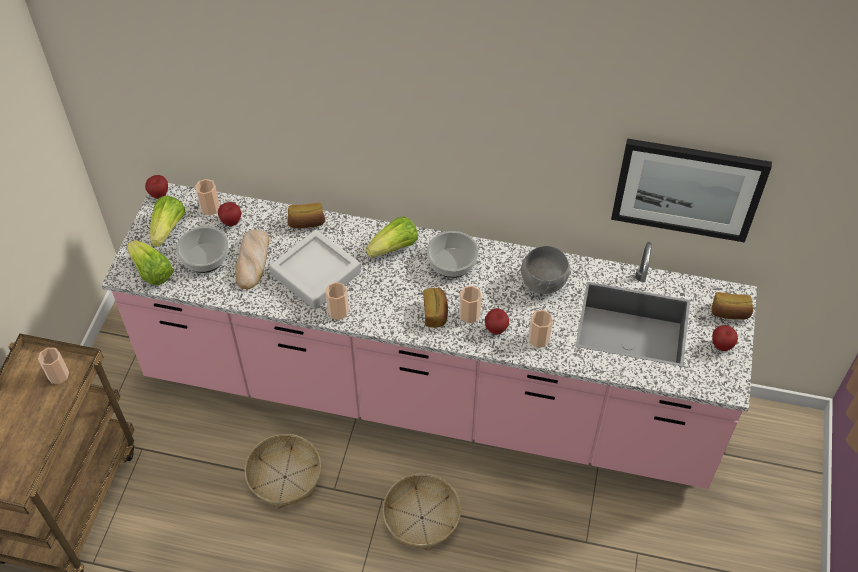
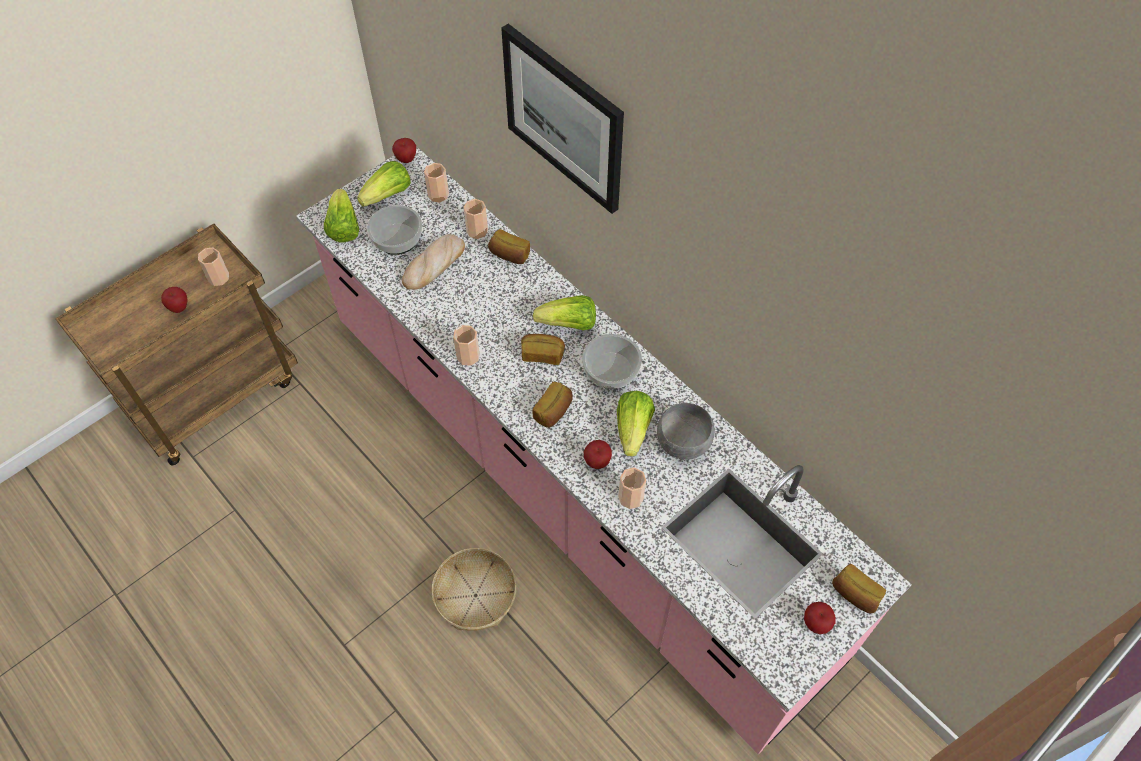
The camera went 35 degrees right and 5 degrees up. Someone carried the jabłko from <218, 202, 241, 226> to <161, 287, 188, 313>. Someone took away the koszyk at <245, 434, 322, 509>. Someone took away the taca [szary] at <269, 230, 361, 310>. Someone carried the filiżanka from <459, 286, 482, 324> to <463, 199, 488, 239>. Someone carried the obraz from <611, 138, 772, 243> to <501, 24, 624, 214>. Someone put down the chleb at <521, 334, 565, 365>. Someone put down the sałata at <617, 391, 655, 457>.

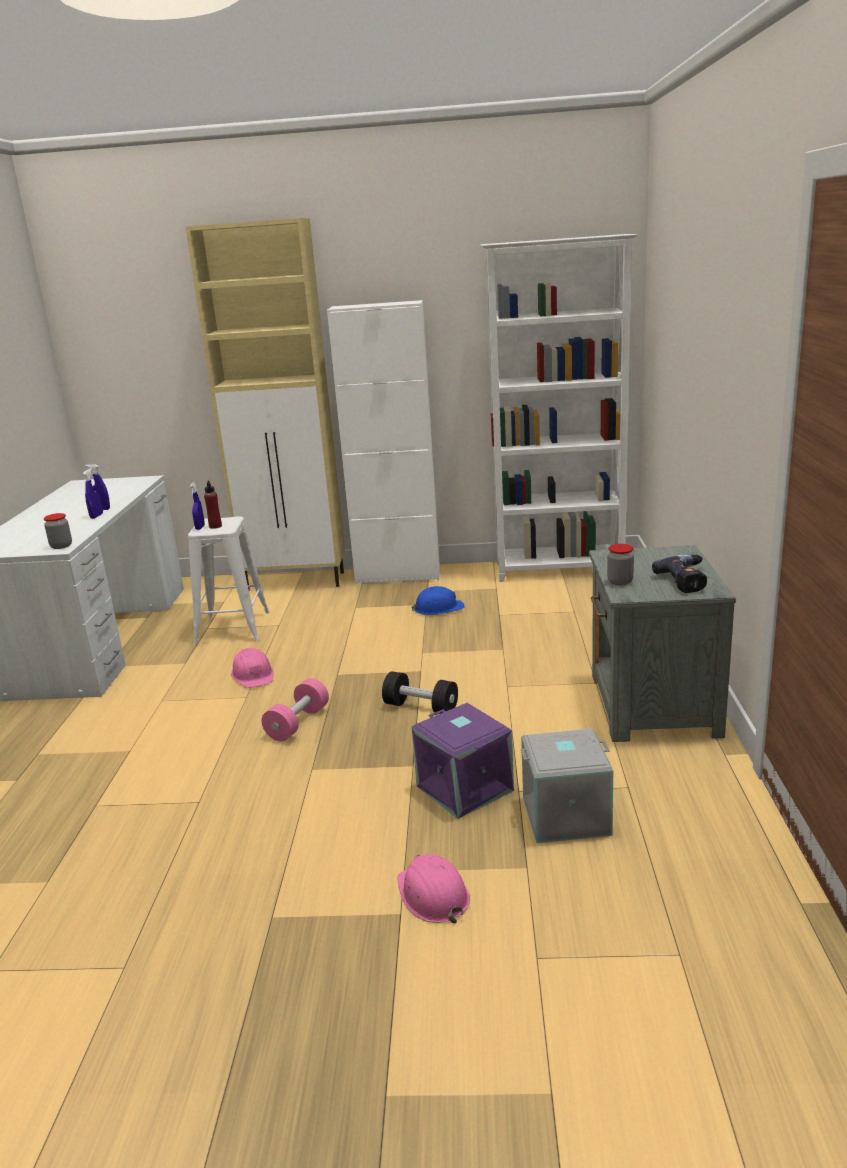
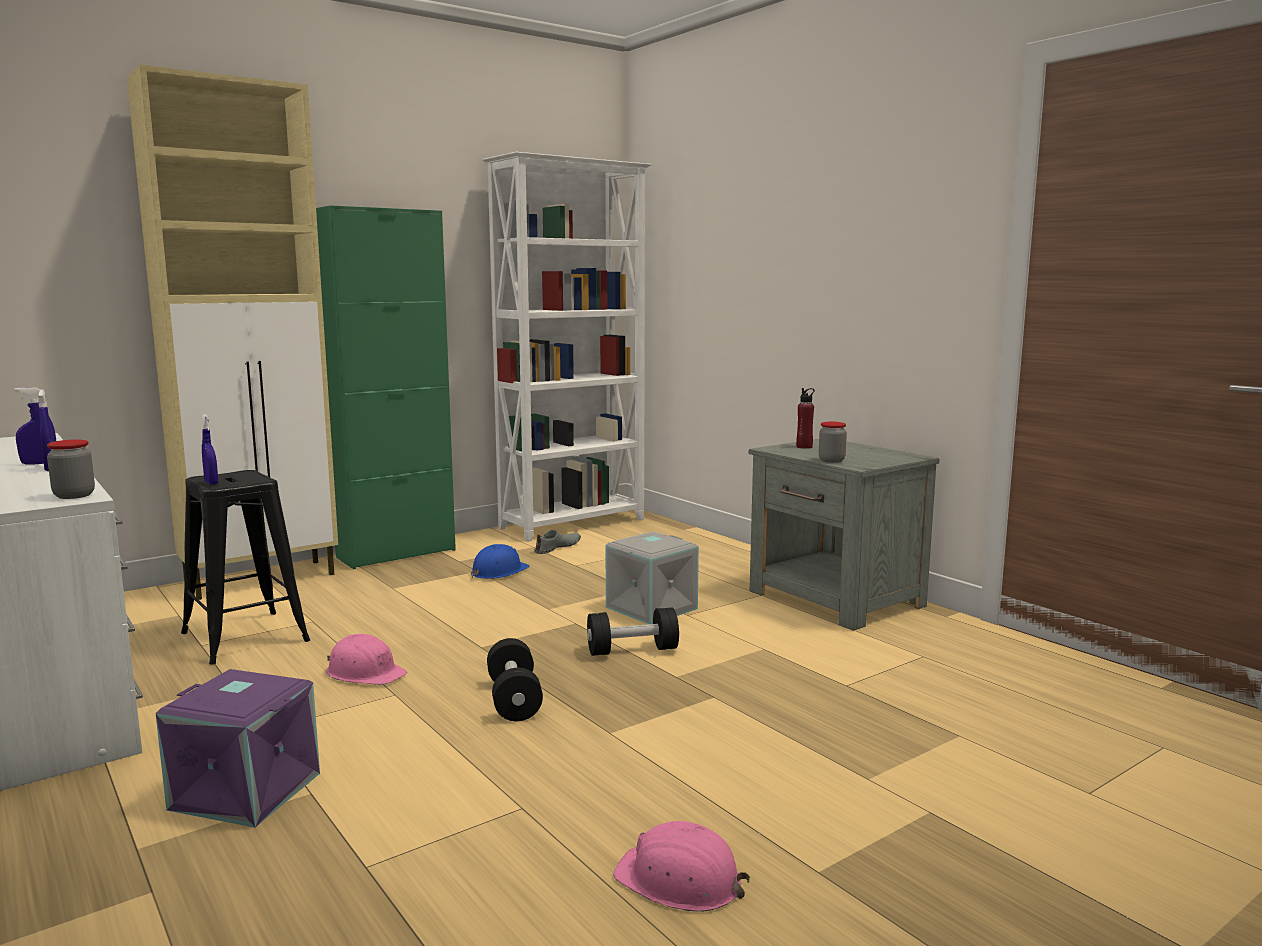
The camera went 40 degrees left and 10 degrees down. Someone repainted the stołek [biały] at <188, 516, 270, 645>, which became the stołek [czarny] at <181, 470, 310, 665>. Someone carried the butelka [czerwony] from <204, 480, 222, 529> to <796, 388, 815, 449>. Someone repainted the hantel [różowy] at <262, 678, 329, 741>, which became the hantel [czarny] at <487, 638, 543, 721>. Someone repainted the szafka [biały] at <327, 300, 440, 584>, which became the szafka [zielony] at <316, 205, 456, 569>. Someone carried the kask [różowy] from <397, 854, 470, 923> to <613, 821, 750, 912>. Someone carried the pojemnik do przechowywania [fioletowy] from <412, 703, 514, 819> to <156, 669, 320, 828>. Someone carried the pojemnik do przechowywania [szary] from <521, 729, 613, 843> to <605, 531, 699, 624>. Someone took away the wiertarka at <652, 555, 707, 593>. Someone put down the but [szary] at <534, 530, 581, 554>.

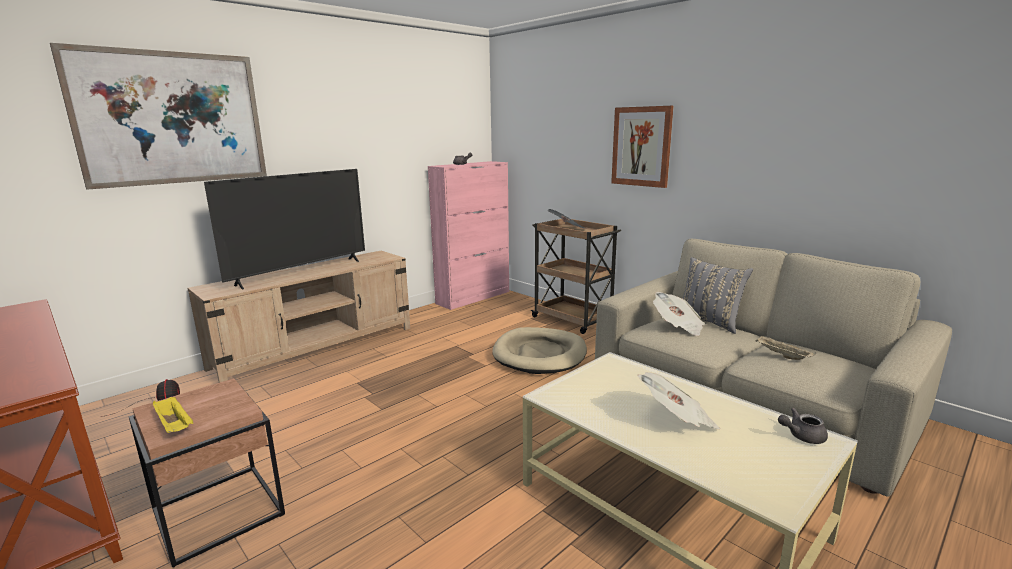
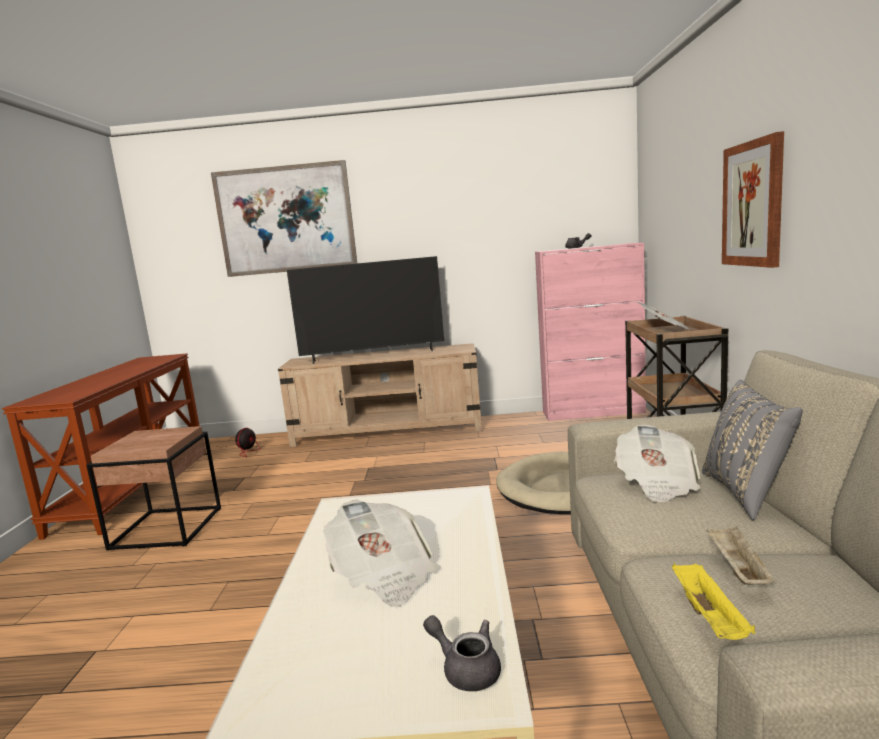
The camera went 45 degrees right and 5 degrees down. Someone carried the taca [żółty] from <153, 397, 193, 433> to <672, 563, 755, 640>.

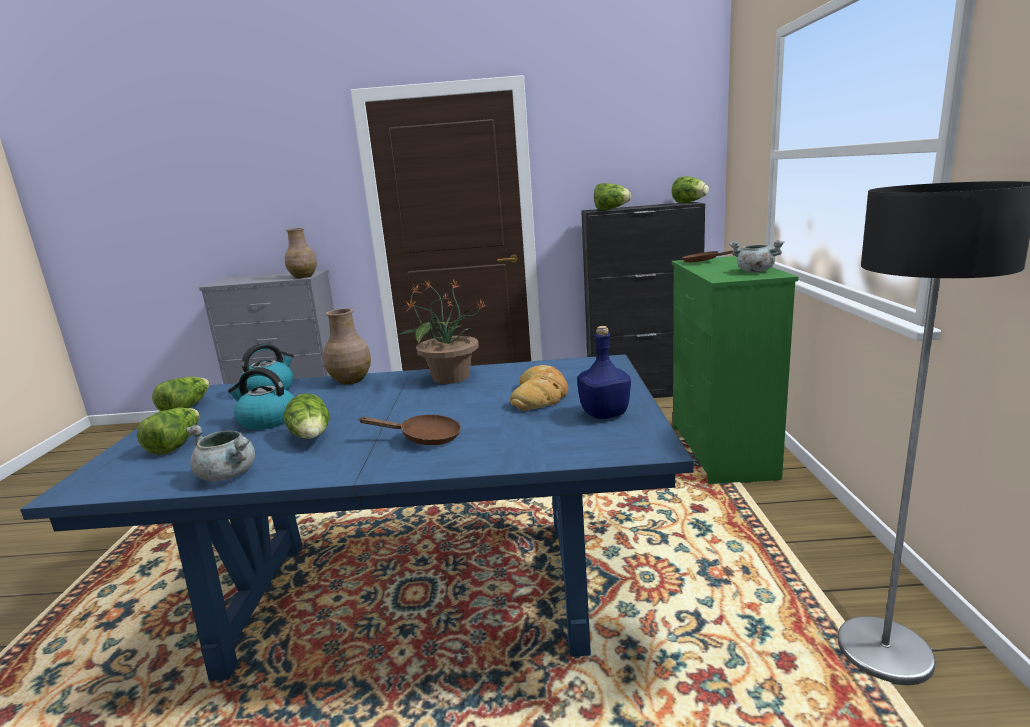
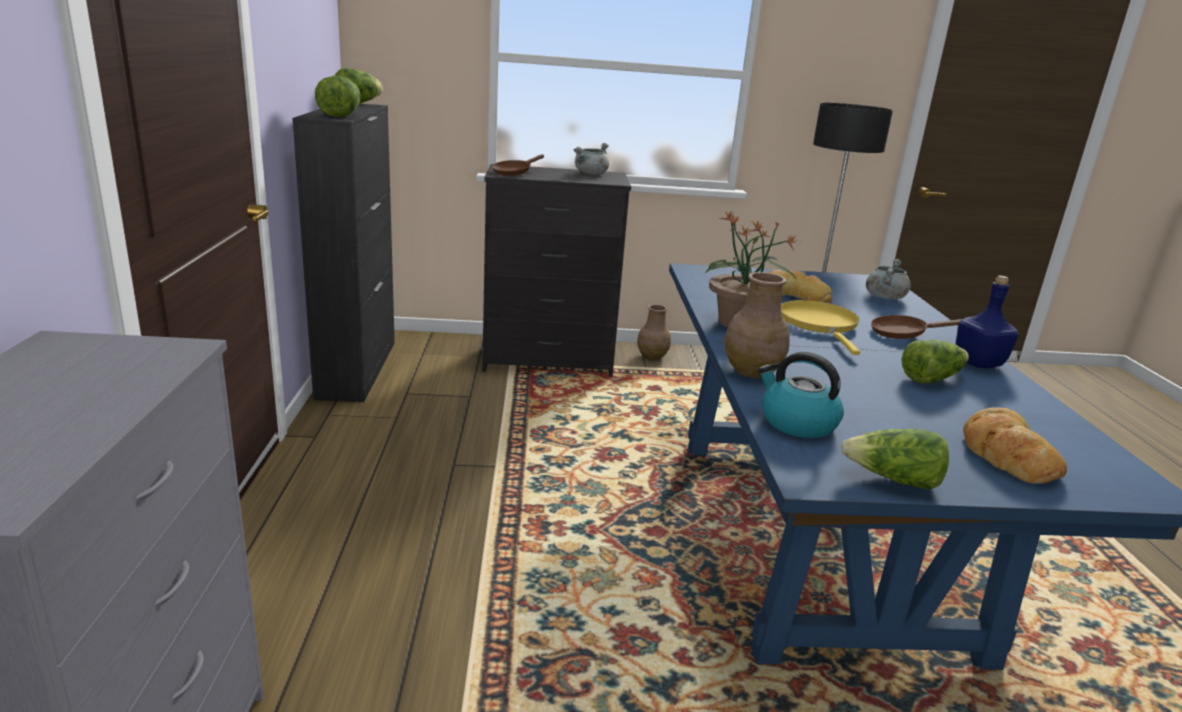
The camera went 95 degrees left and 5 degrees up. Someone swapped the sałata at <137, 408, 199, 455> for the chleb at <963, 407, 1067, 483>. Someone carried the garnek [szary] from <186, 425, 255, 481> to <866, 259, 911, 299>. Someone took away the czajnik at <228, 368, 294, 430>. Someone carried the wazon [brązowy] from <285, 228, 317, 278> to <637, 304, 671, 360>. Someone rotated the patelnia [brązowy] at <359, 415, 461, 445> by 90 degrees counterclockwise. Someone carried the butelka [niebieski] from <577, 326, 631, 419> to <956, 275, 1019, 368>. Someone repainted the komoda [zielony] at <672, 256, 799, 484>, which became the komoda [czarny] at <482, 164, 631, 377>. Someone put down the patelnia [żółty] at <781, 300, 860, 355>.

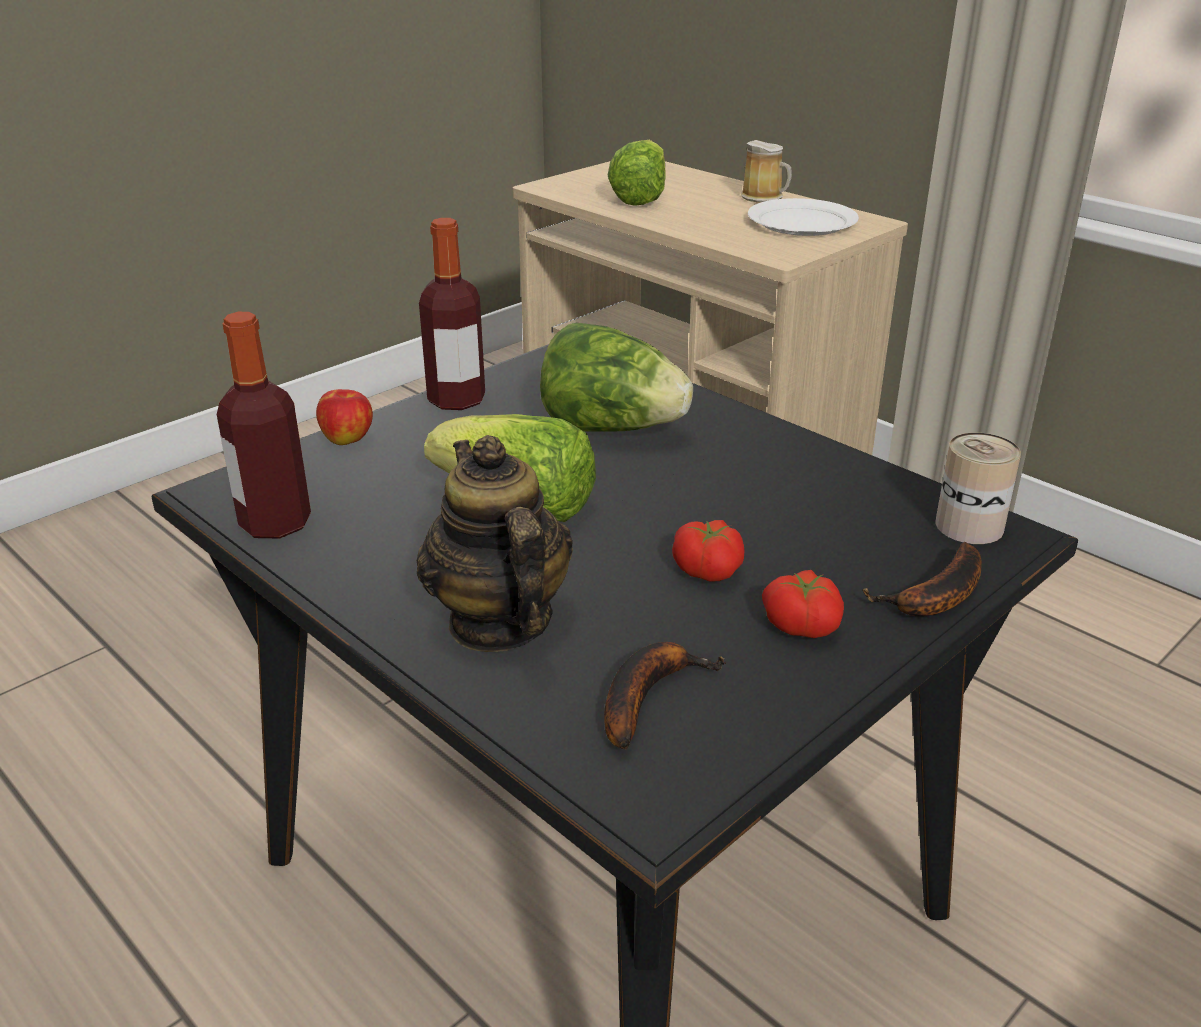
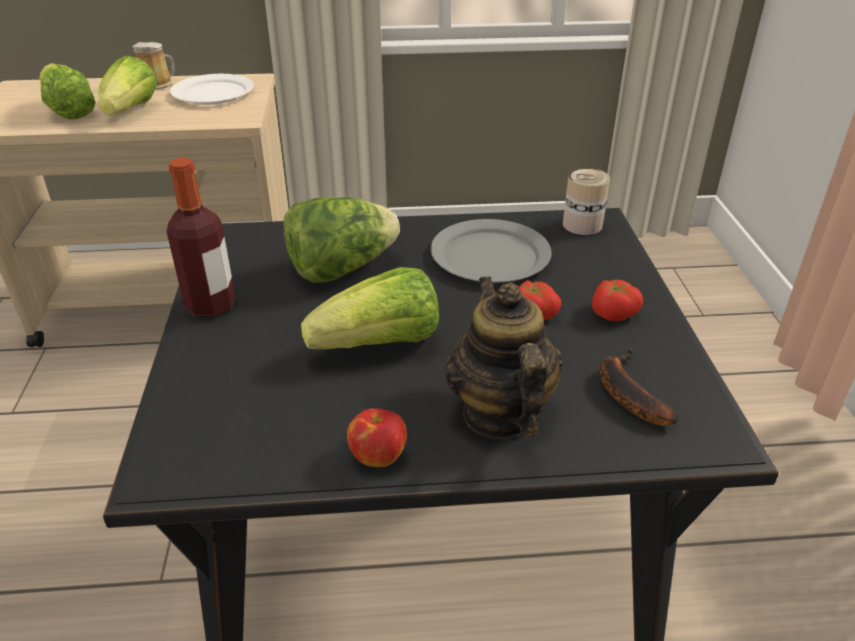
The camera went 50 degrees left and 5 degrees up. Someone took away the butelka at <217, 312, 311, 539>. Someone carried the jabłko from <316, 389, 373, 445> to <347, 408, 407, 467>. Someone rotated the imbryk at <417, 435, 573, 652> by 60 degrees clockwise. Someone took away the banan at <863, 542, 982, 616>. Someone put down the sałata at <98, 56, 157, 115>. Someone put down the talerz [szary] at <431, 219, 552, 283>.

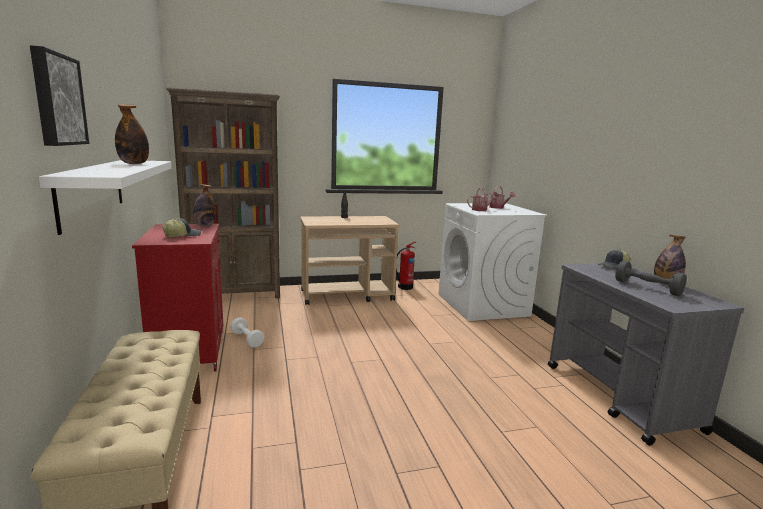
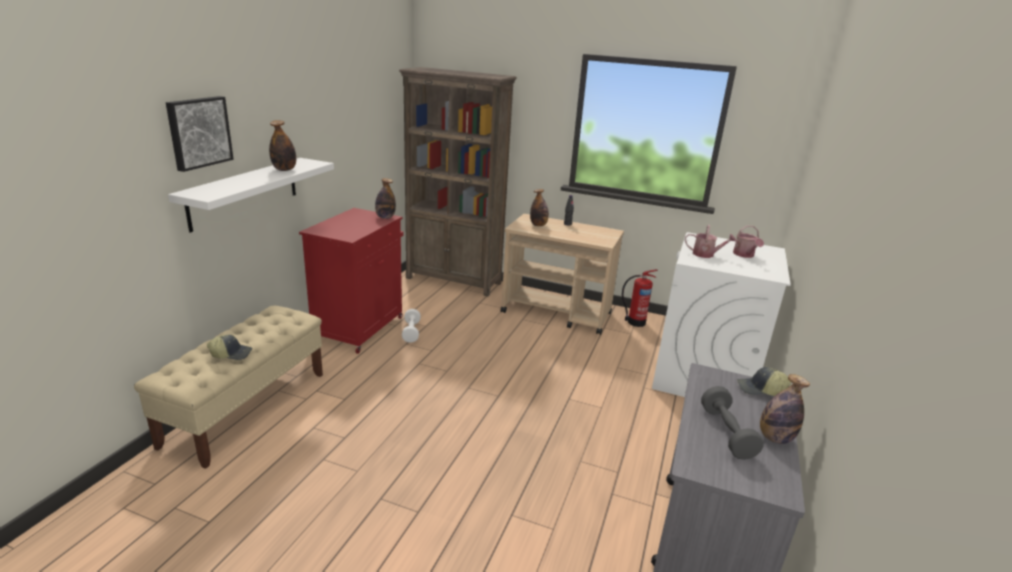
The camera went 35 degrees right and 10 degrees up. Someone carried the czapka z daszkiem from <162, 218, 201, 237> to <207, 334, 252, 360>. Someone put down the butelka at <530, 189, 549, 226>.

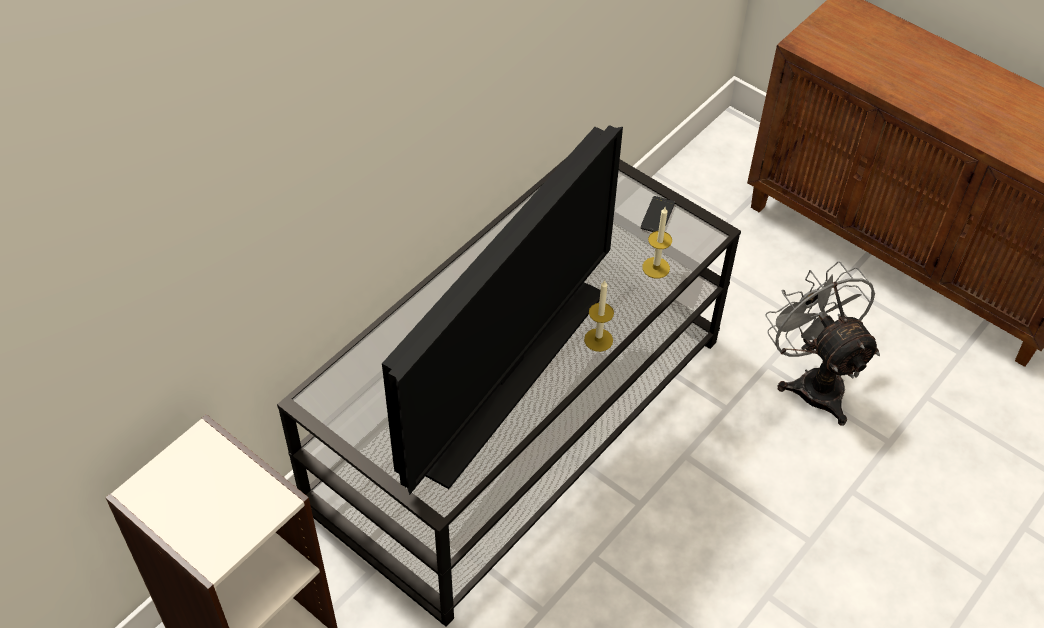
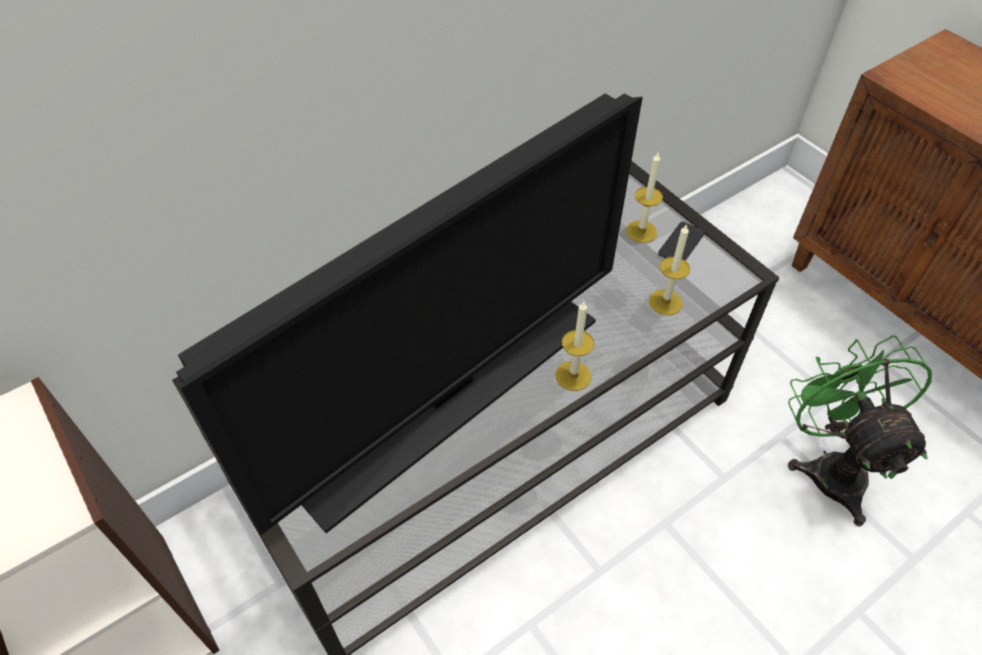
The camera went 15 degrees right and 0 degrees up. Someone repainted the wentylator [szary] at <765, 261, 880, 426>, which became the wentylator [zielony] at <787, 335, 932, 527>. Someone put down the świeca at <626, 153, 663, 243>.

